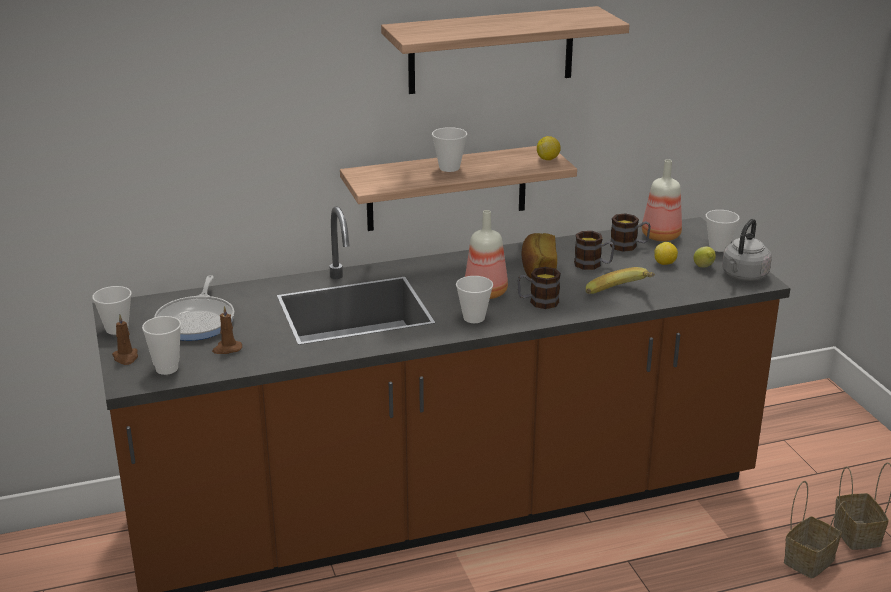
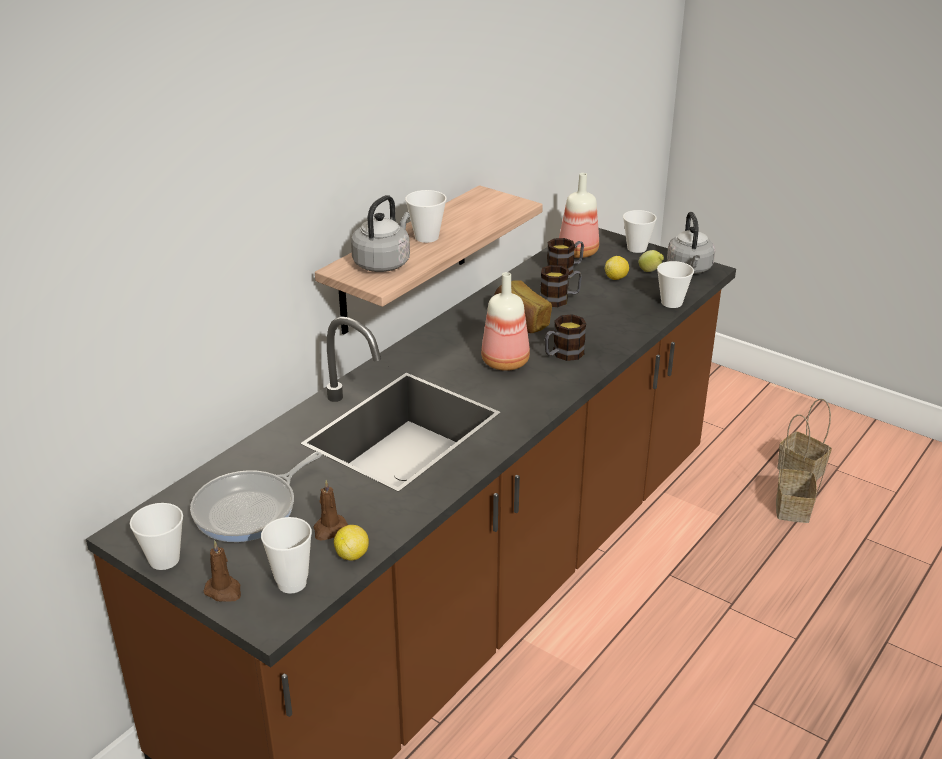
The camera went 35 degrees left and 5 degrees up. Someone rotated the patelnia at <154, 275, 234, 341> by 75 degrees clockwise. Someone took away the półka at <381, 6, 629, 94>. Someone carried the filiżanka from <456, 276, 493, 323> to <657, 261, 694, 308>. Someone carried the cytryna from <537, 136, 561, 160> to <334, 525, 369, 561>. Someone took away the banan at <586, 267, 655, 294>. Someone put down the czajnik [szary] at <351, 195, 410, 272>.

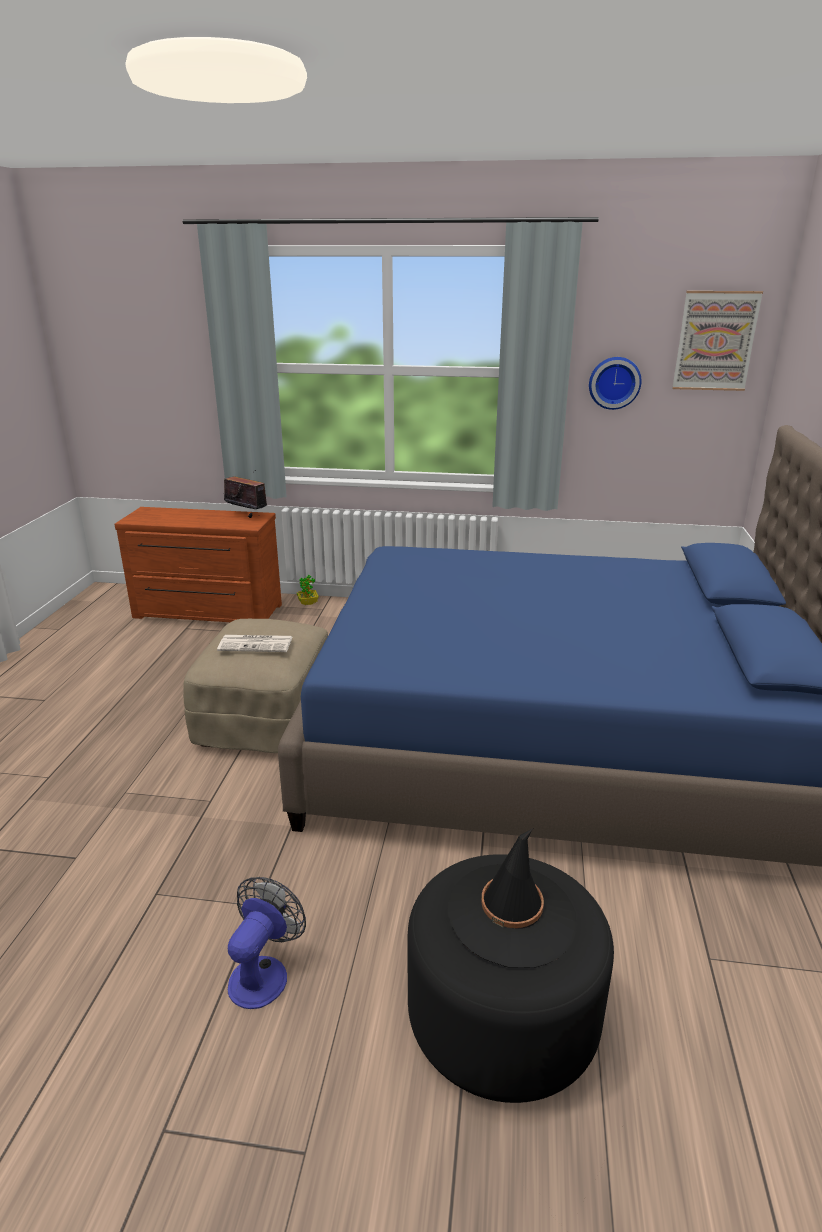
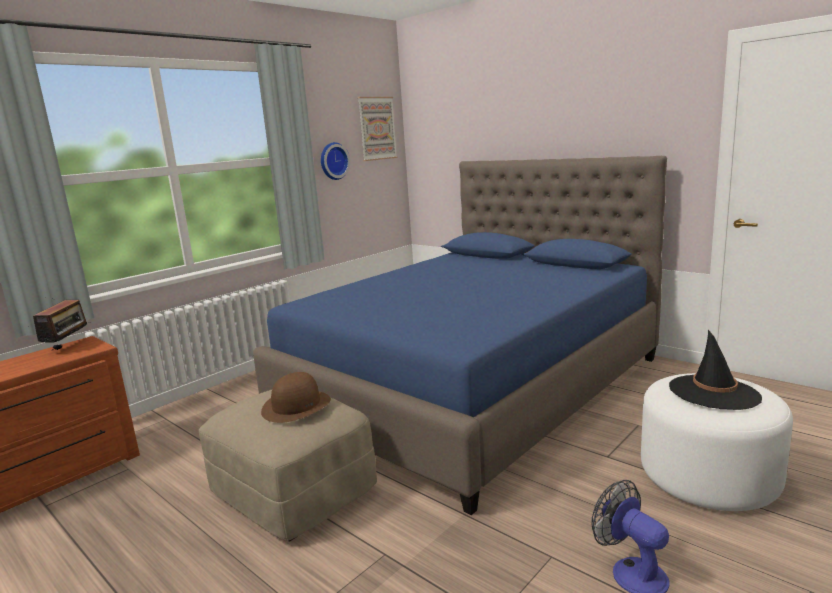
The camera went 55 degrees left and 10 degrees down. Someone swapped the gazeta at <217, 635, 293, 652> for the kapelusz [brązowy] at <261, 372, 331, 423>. Someone rotated the radio at <224, 477, 267, 518> by 120 degrees clockwise. Someone took away the roślina doniczkowa at <297, 575, 319, 605>. Someone repainted the pufa [czarny] at <408, 854, 614, 1103>, which became the pufa [biały] at <641, 373, 793, 511>.

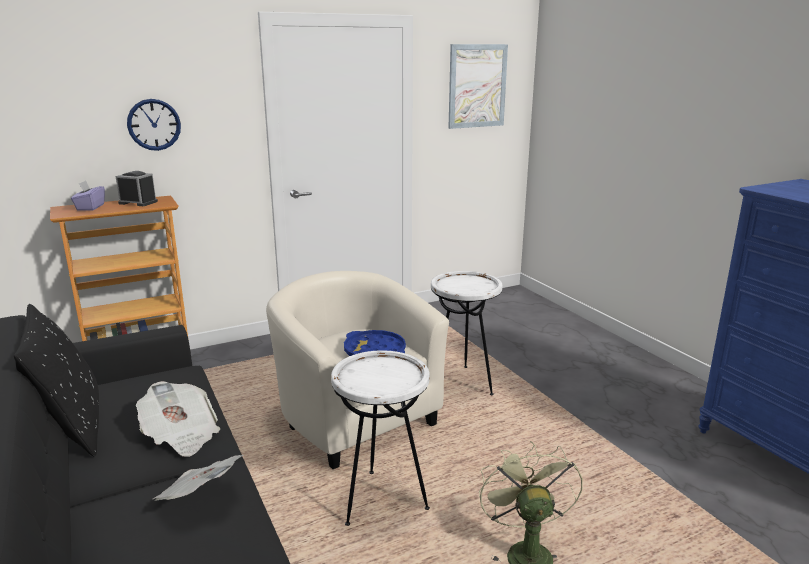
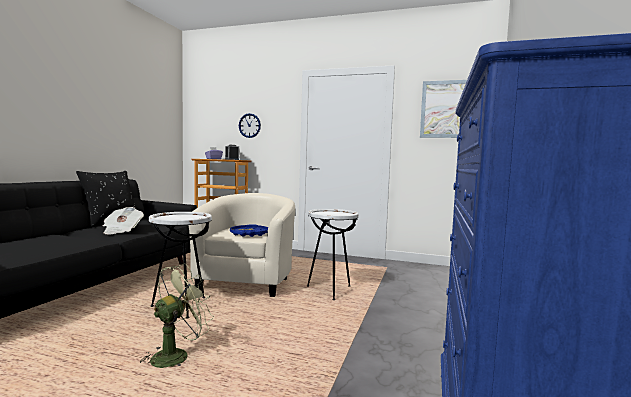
The camera went 45 degrees right and 15 degrees down. Someone took away the gazeta at <153, 455, 243, 501>.

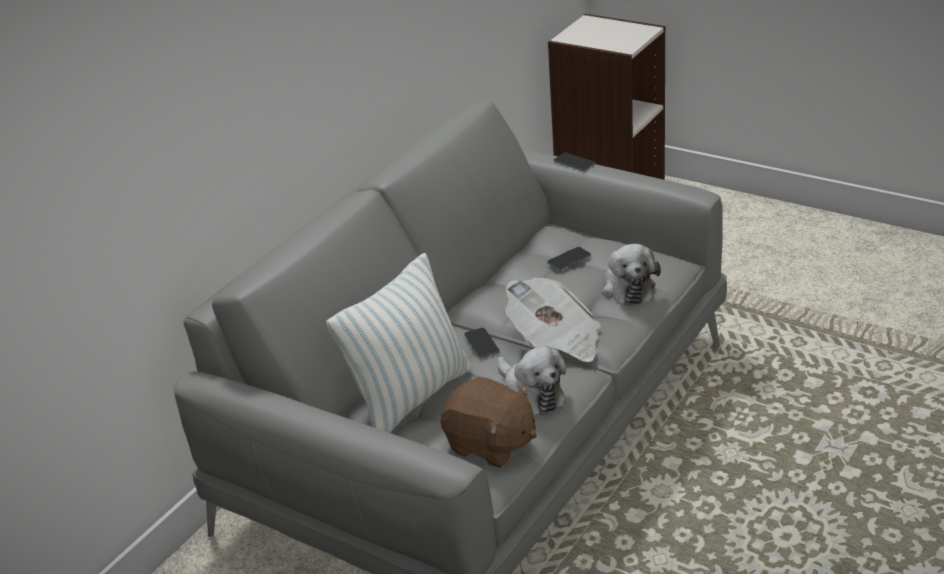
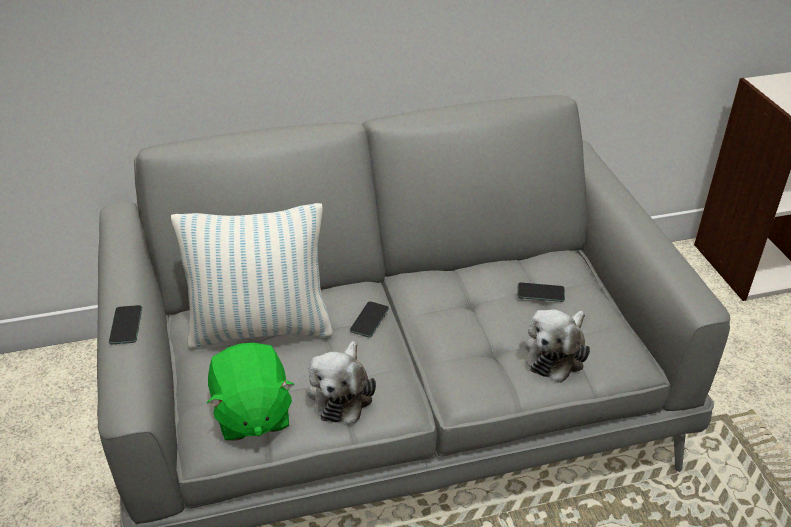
The camera went 40 degrees right and 5 degrees up. Someone repainted the pluszak [brązowy] at <441, 377, 537, 468>, which became the pluszak [zielony] at <207, 343, 295, 441>. Someone took away the gazeta at <505, 277, 601, 362>. Someone carried the telefon from <554, 153, 595, 171> to <109, 305, 142, 344>.

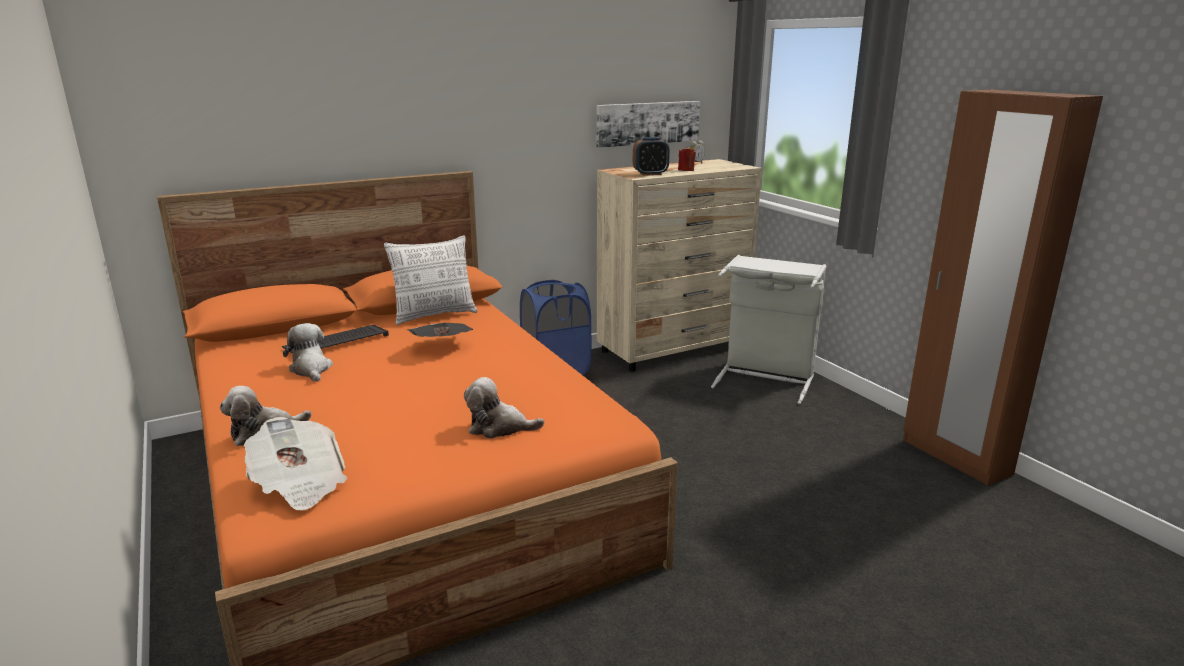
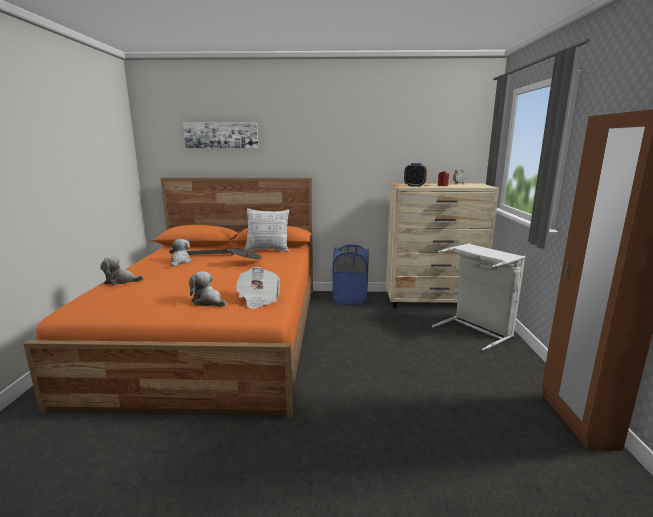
The camera went 30 degrees right and 5 degrees down. Someone carried the gazeta from <244, 417, 347, 511> to <235, 267, 280, 309>. Someone carried the obraz from <596, 101, 700, 148> to <183, 123, 258, 148>.

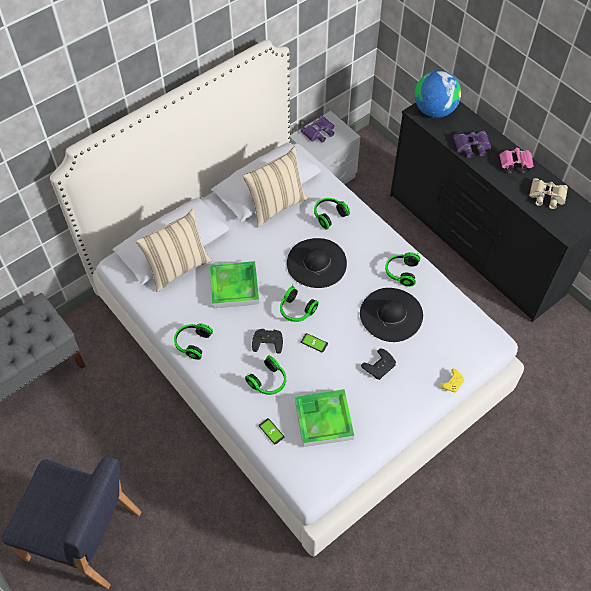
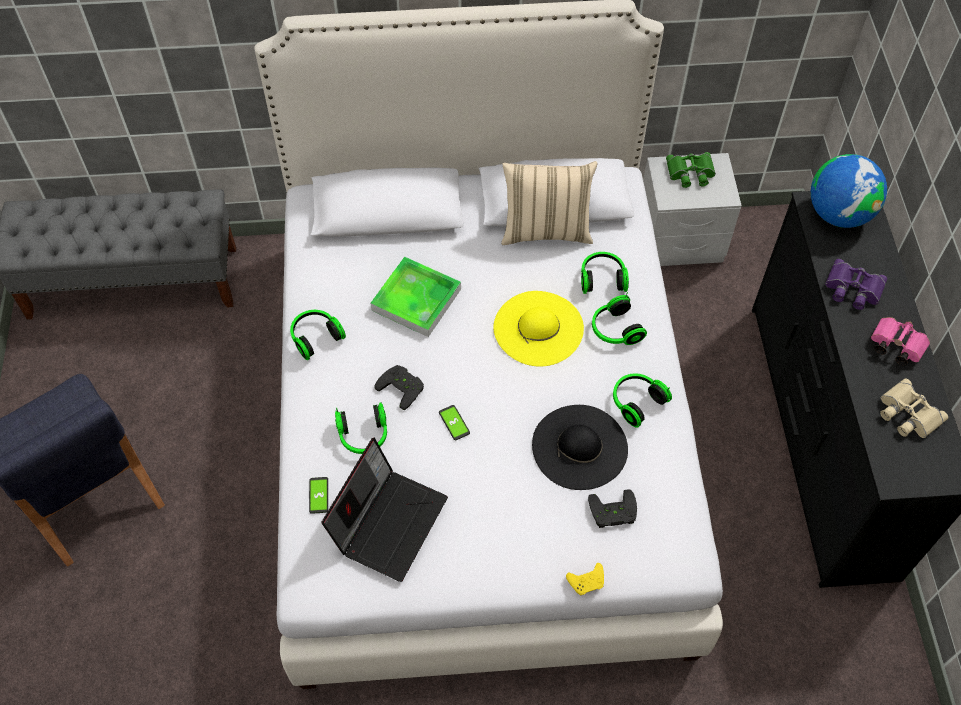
The camera went 35 degrees right and 0 degrees up. Someone took away the poduszka [beżowy] at <136, 209, 212, 292>. Someone carried the słuchawki from <280, 284, 319, 322> to <592, 292, 647, 345>. Someone repainted the kapelusz [czarny] at <287, 238, 347, 288>, which became the kapelusz [żółty] at <493, 291, 584, 367>. Someone swapped the taca at <295, 389, 354, 447> for the laptop at <321, 437, 448, 582>. Someone repainted the lornetka [fioletowy] at <300, 115, 335, 143>, which became the lornetka [zielony] at <666, 152, 716, 188>. Someone carried the pad do gier [czarny] from <361, 348, 396, 380> to <588, 489, 637, 528>.

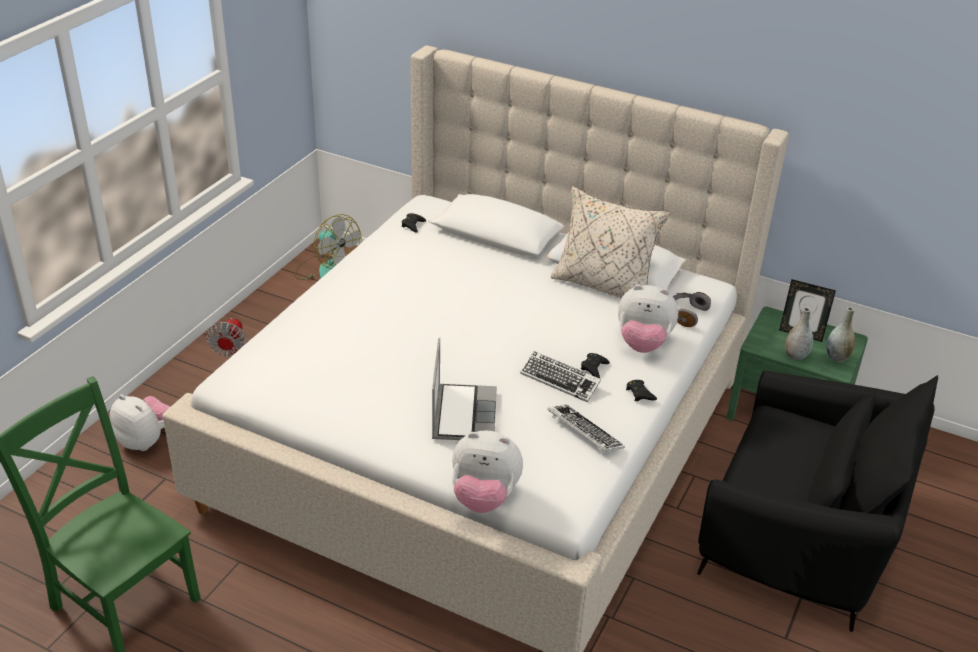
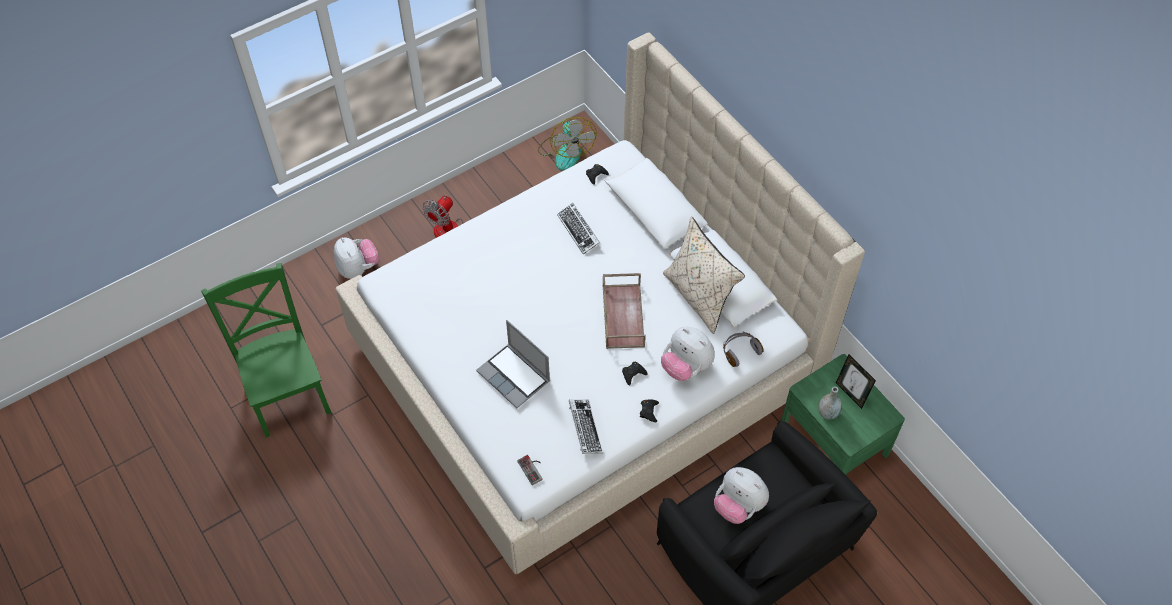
The camera went 30 degrees right and 20 degrees up. Someone rotated the laptop at <432, 338, 497, 440> by 105 degrees clockwise. Someone carried the pluszak from <452, 430, 523, 513> to <714, 467, 769, 524>. Someone carried the klawiatura from <520, 351, 601, 402> to <557, 203, 600, 254>. Someone took away the wazon [szary] at <826, 307, 855, 362>. Someone put down the pad do gier at <517, 455, 543, 485>. Someone put down the taca [brązowy] at <603, 273, 646, 349>.

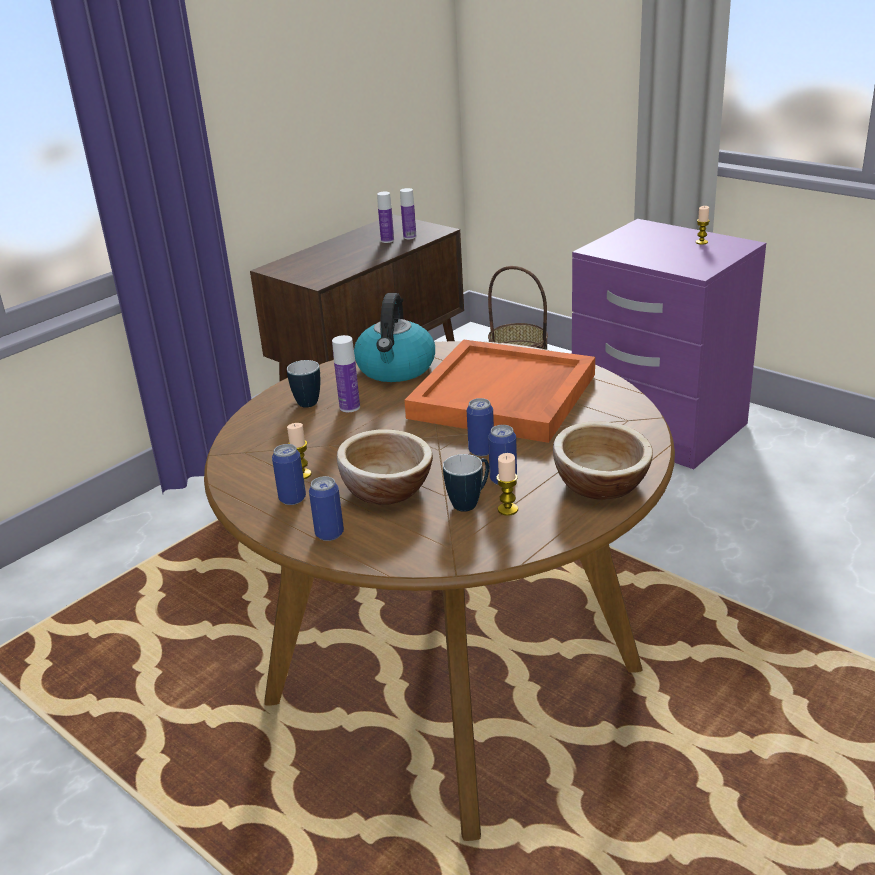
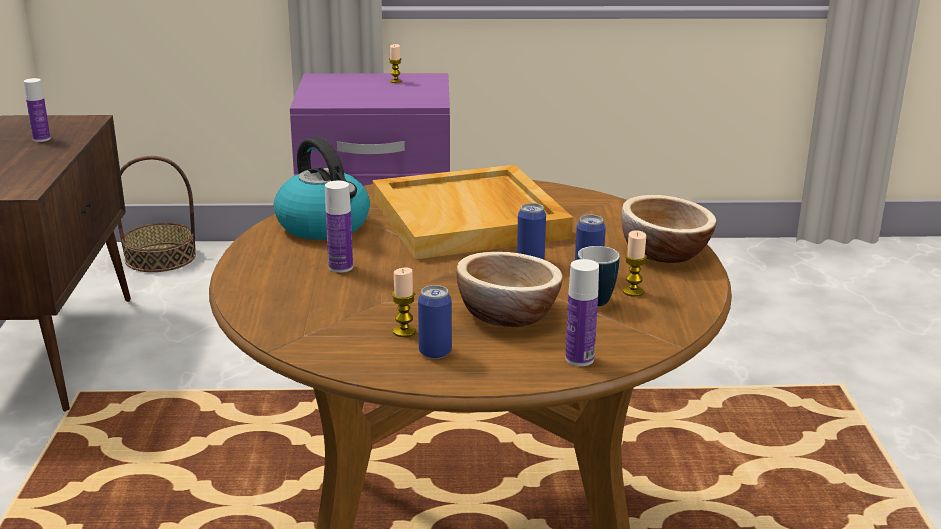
The camera went 45 degrees left and 5 degrees down. Someone took away the kubek at <287, 360, 320, 408>. Someone took away the puszka at <309, 476, 344, 541>. Someone carried the butelka from <400, 188, 416, 239> to <565, 259, 599, 366>. Someone repainted the taca [pomarańczowy] at <404, 339, 595, 443>, which became the taca [beżowy] at <373, 165, 573, 259>.

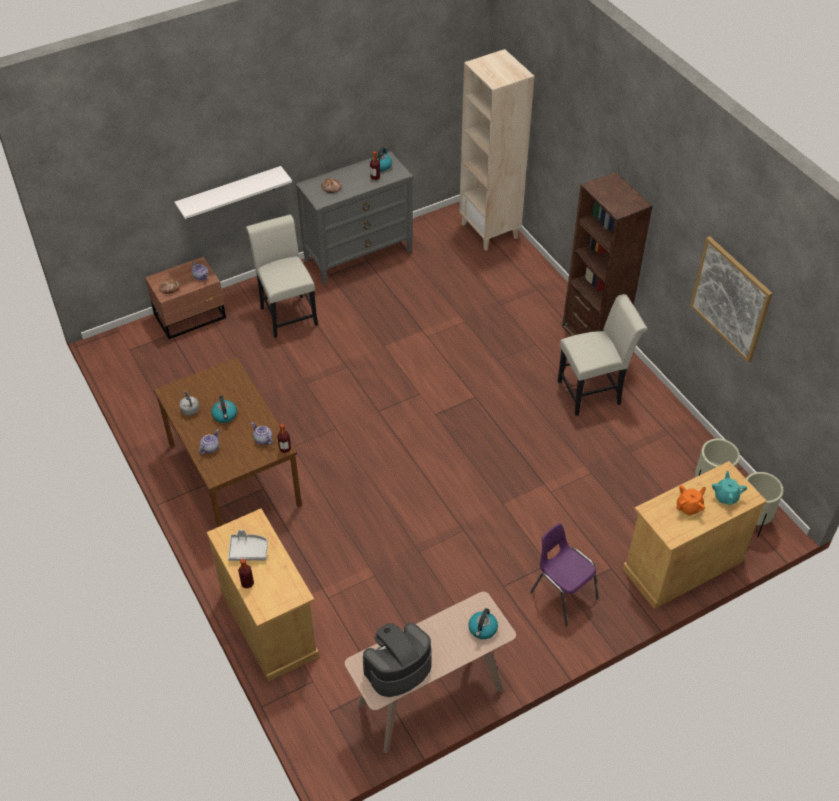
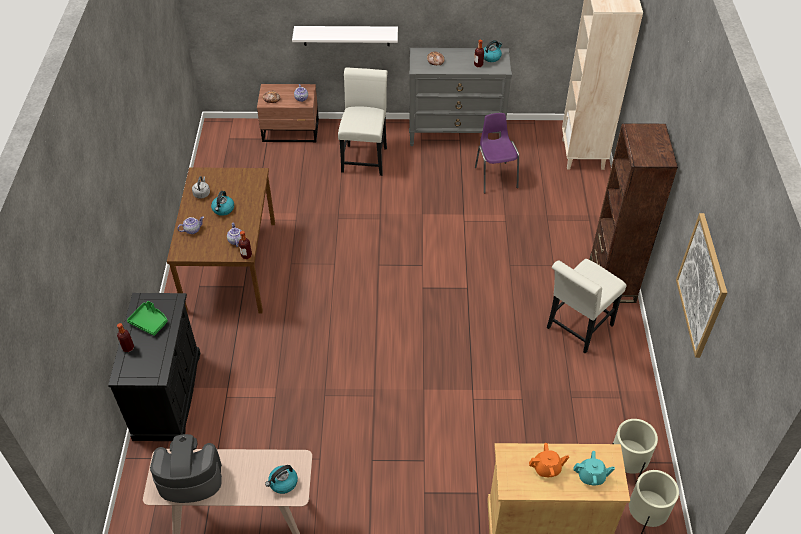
The camera went 30 degrees right and 0 degrees up. Someone repainted the szafka [beżowy] at <207, 509, 319, 682>, which became the szafka [czarny] at <108, 293, 200, 441>. Someone repainted the taca [szary] at <228, 530, 268, 561>, which became the taca [zielony] at <127, 301, 168, 336>. Someone carried the krzesło [fioletowy] from <530, 523, 598, 626> to <475, 113, 519, 193>. Someone rotated the krzesło [biały] at <558, 294, 648, 416> by 120 degrees clockwise. Someone rotated the imbryk [turkusowy] at <712, 471, 747, 505> by 60 degrees clockwise.

